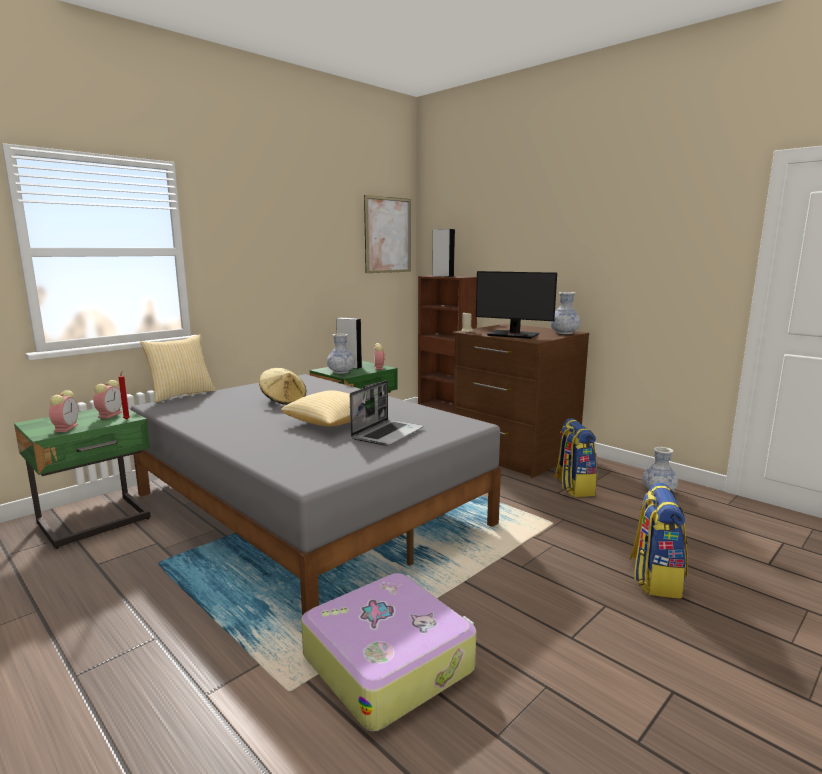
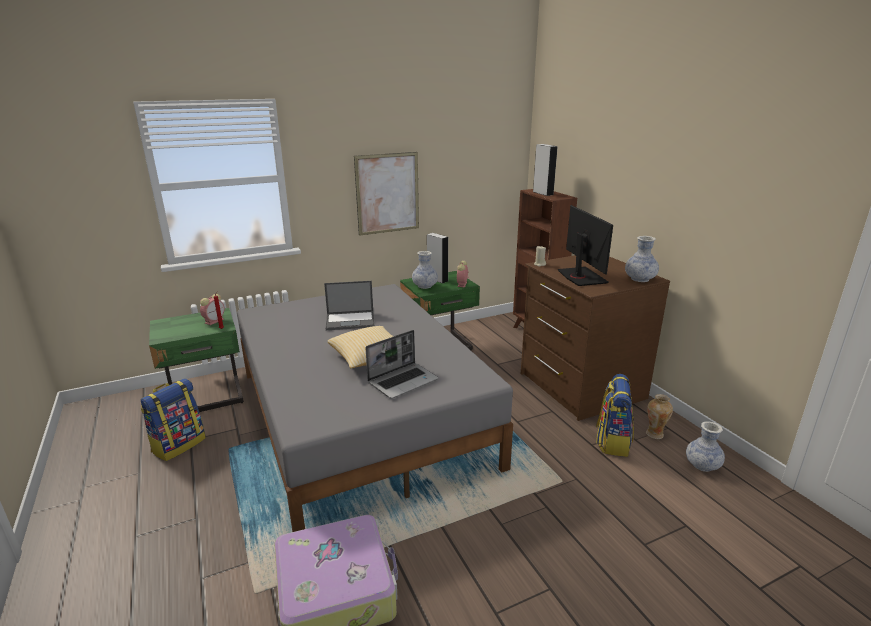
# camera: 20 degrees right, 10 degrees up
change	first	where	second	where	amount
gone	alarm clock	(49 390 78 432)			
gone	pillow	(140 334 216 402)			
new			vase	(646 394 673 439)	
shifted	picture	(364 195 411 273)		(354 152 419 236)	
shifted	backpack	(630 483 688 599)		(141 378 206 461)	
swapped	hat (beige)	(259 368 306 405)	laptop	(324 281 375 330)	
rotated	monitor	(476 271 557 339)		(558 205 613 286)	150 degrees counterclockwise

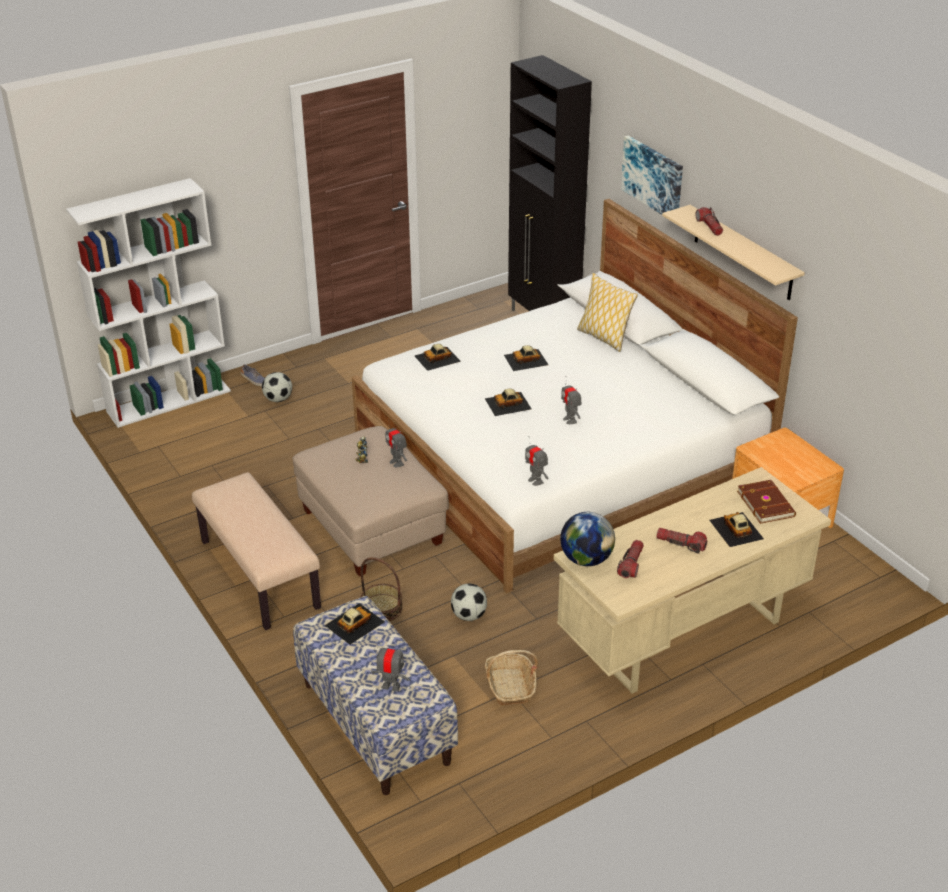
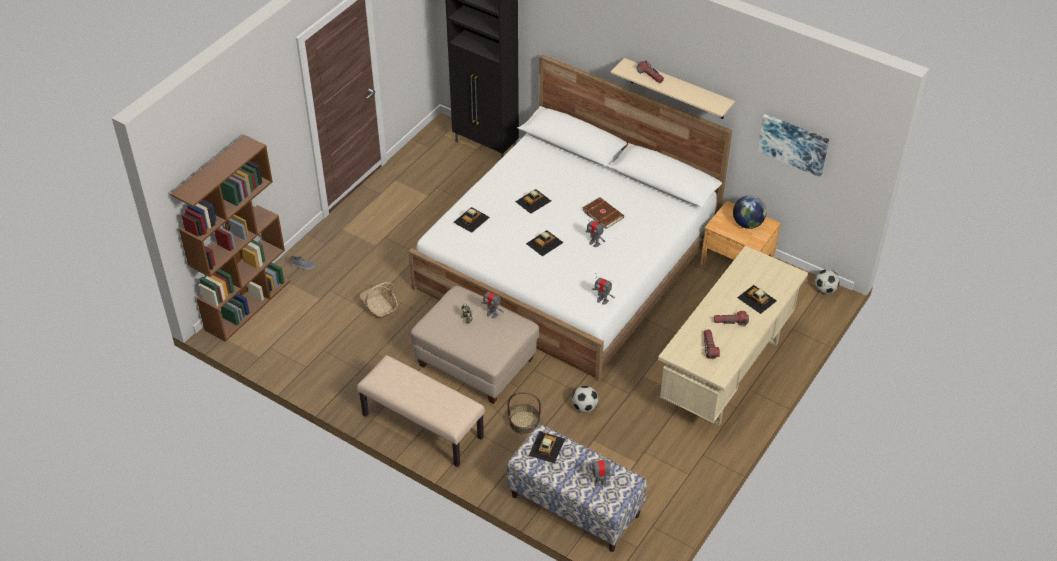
# camera: 25 degrees left, 10 degrees up
change	first	where	second	where	amount
gone	pillow	(577 273 638 352)			
shifted	football	(262 372 292 402)		(815 269 840 294)	
shifted	basket	(485 650 538 705)		(360 282 398 319)	
shifted	globe	(560 512 615 566)		(733 196 766 229)	
shifted	picture	(621 135 683 215)		(757 114 829 177)	
shifted	book (brown)	(737 480 796 524)		(582 197 624 229)	
repainted	bookcase (white)	(66 178 231 428)	bookcase (brown)	(170 135 290 342)	

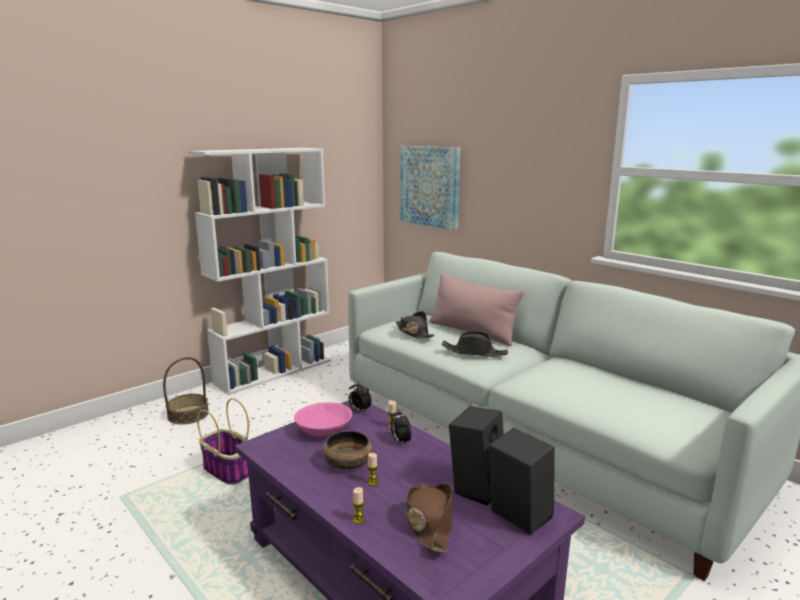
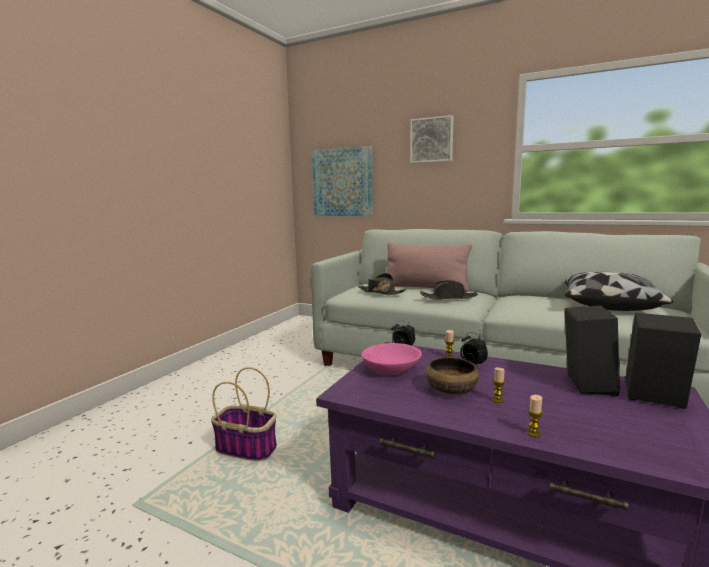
# camera: 20 degrees left, 5 degrees down
change	first	where	second	where	amount
gone	basket	(163 357 209 425)			
gone	bookcase (white)	(188 148 331 395)			
gone	hat (brown)	(406 482 452 552)			
new			picture	(410 115 454 163)	
new			pillow	(565 272 673 311)	

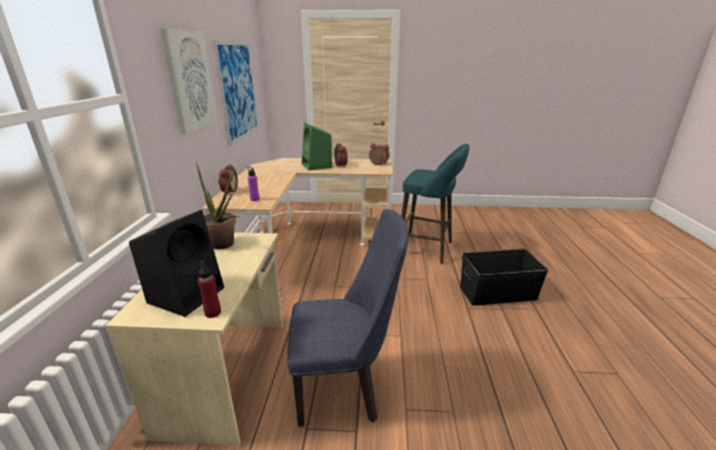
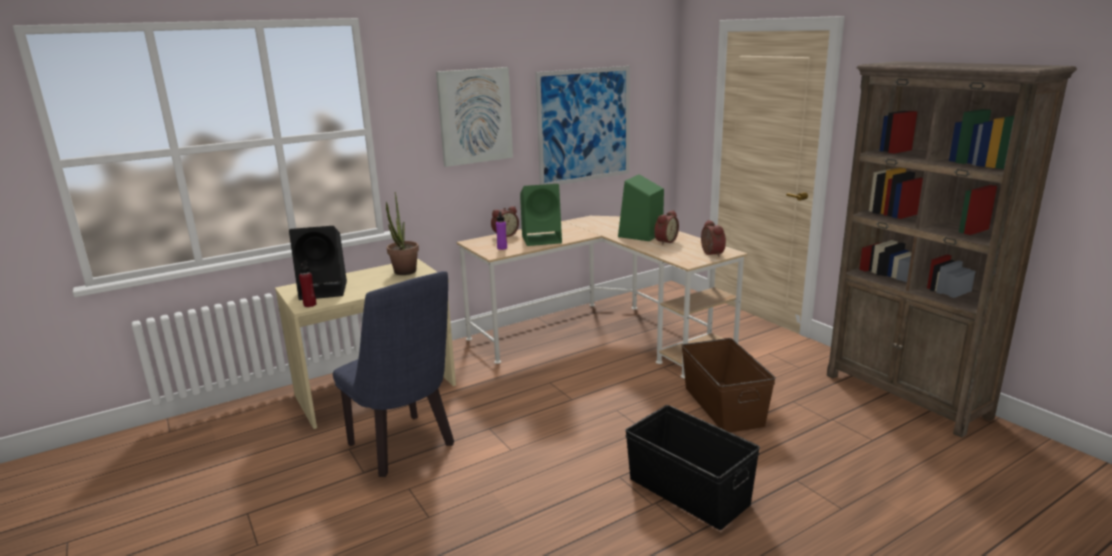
# camera: 55 degrees right, 5 degrees down
change	first	where	second	where	amount
new			speaker (green)	(520 184 562 246)	
new			bookcase (brown)	(827 61 1077 438)	
swapped	stool (turquoise)	(401 144 469 264)	storage box (brown)	(681 338 776 433)	

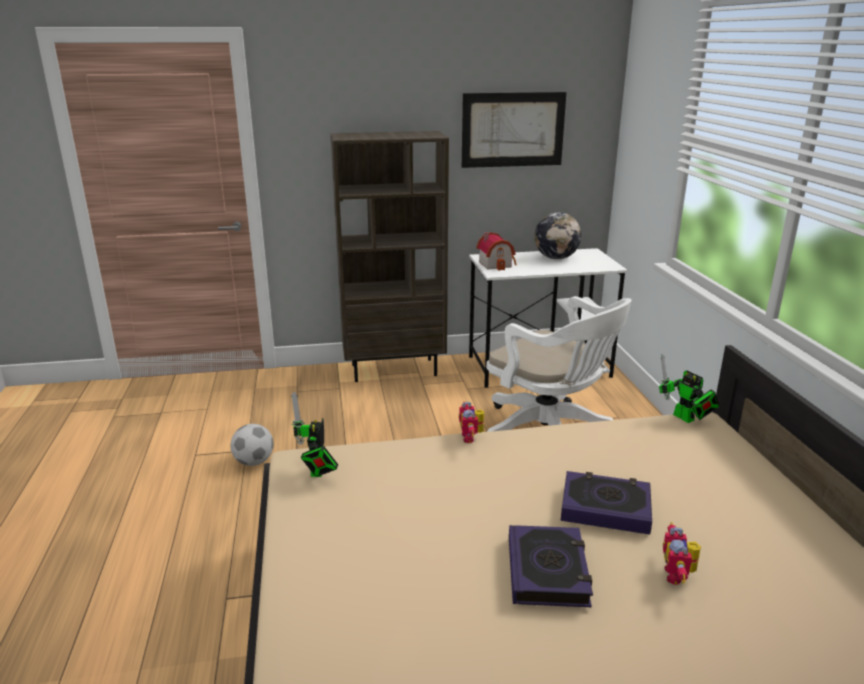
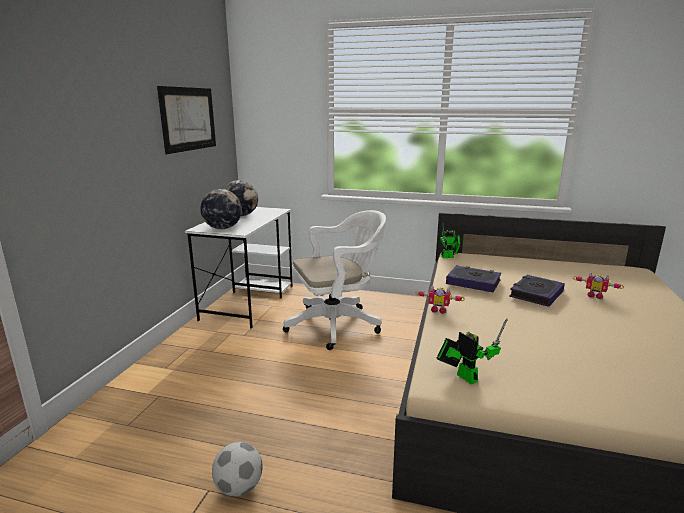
# camera: 65 degrees left, 5 degrees down
change	first	where	second	where	amount
gone	bookcase (brown)	(330 131 449 382)			
shifted	book	(509 525 593 607)		(446 266 501 292)	
swapped	toy house	(476 232 516 271)	globe	(200 189 242 229)	
rotated	toy robot	(291 392 338 477)		(437 319 507 384)	150 degrees counterclockwise

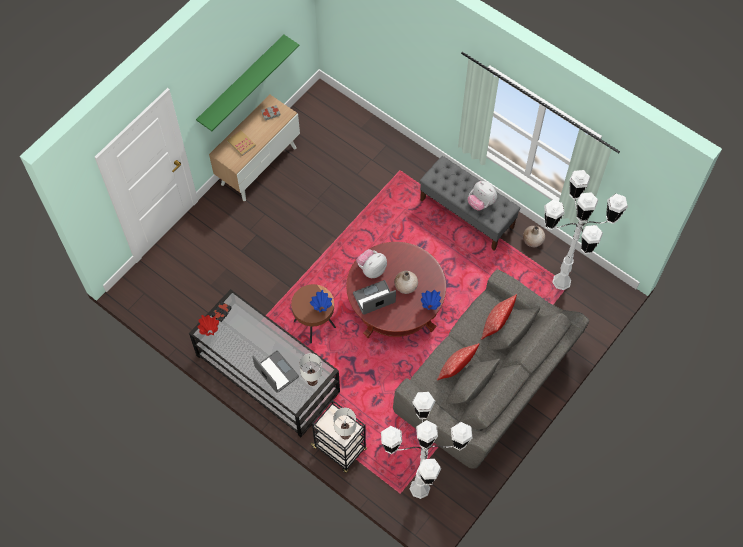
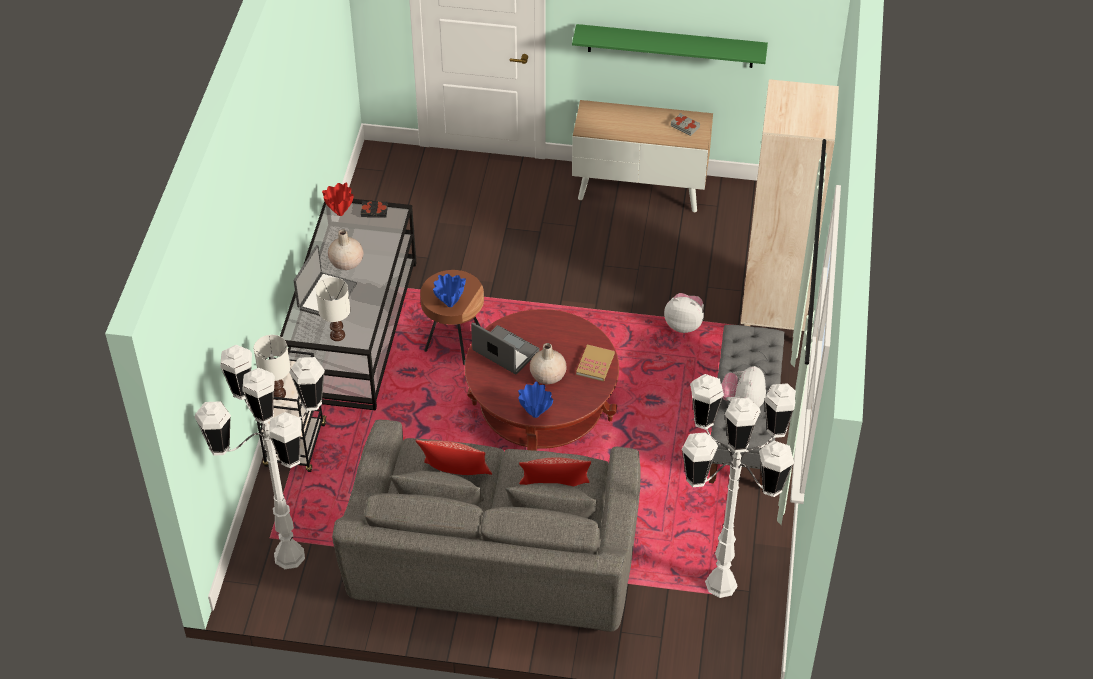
# camera: 60 degrees right, 15 degrees down
change	first	where	second	where	amount
new			bookcase (beige)	(741 79 839 331)	
shifted	book	(227 130 256 156)		(576 345 615 381)	
shifted	plush toy	(356 249 387 278)		(664 293 704 333)	
shifted	vase (beige)	(523 226 545 247)		(328 229 364 270)	

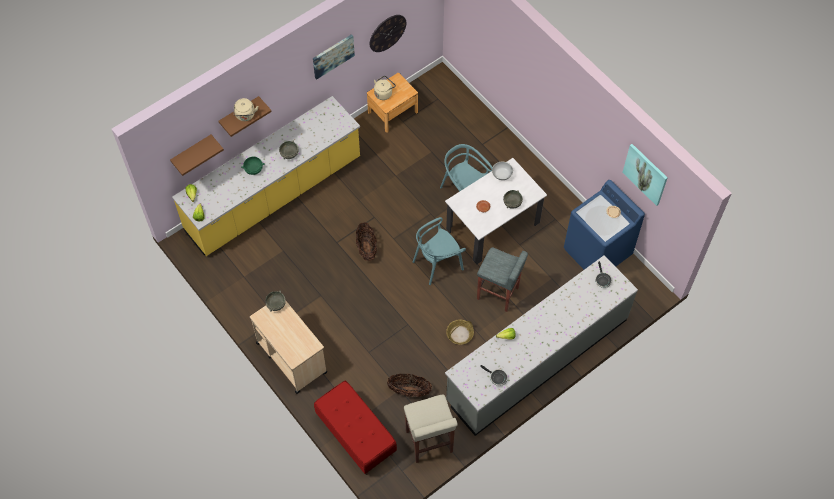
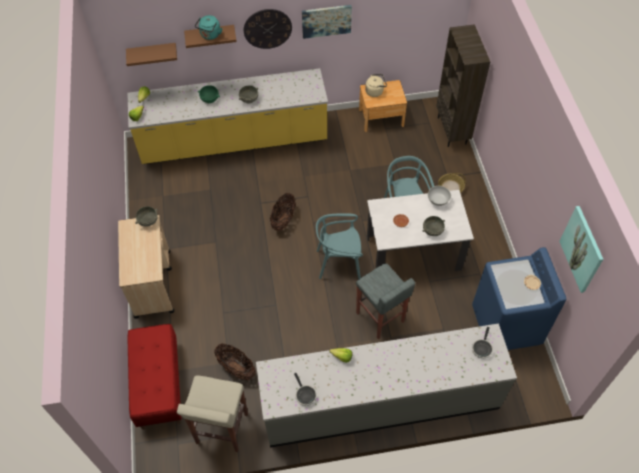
# camera: 30 degrees right, 5 degrees down
change	first	where	second	where	amount
new			bookcase (brown)	(436 24 490 147)	
shifted	wall clock	(370 15 406 52)		(244 9 292 49)	
shifted	basket	(446 319 474 345)		(438 173 466 193)	
repainted	kettle (beige)	(234 98 258 121)	kettle (turquoise)	(195 15 222 40)	

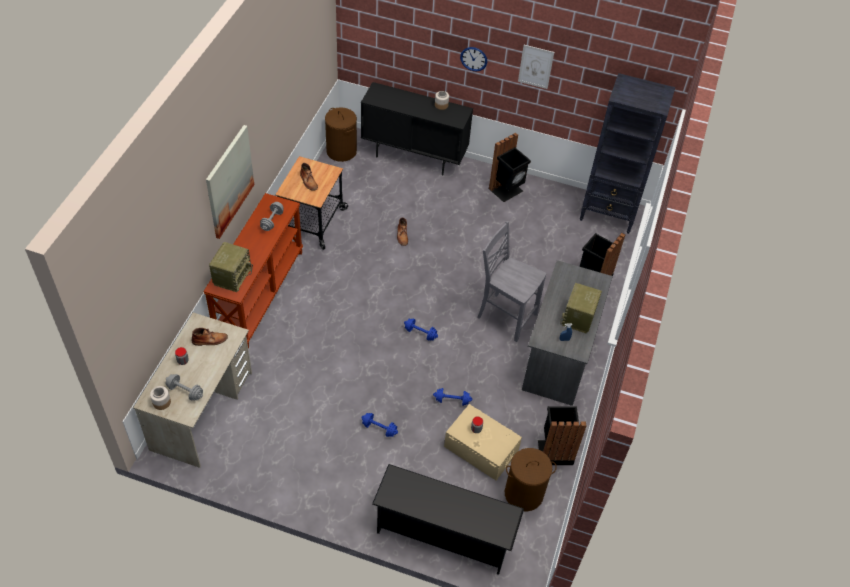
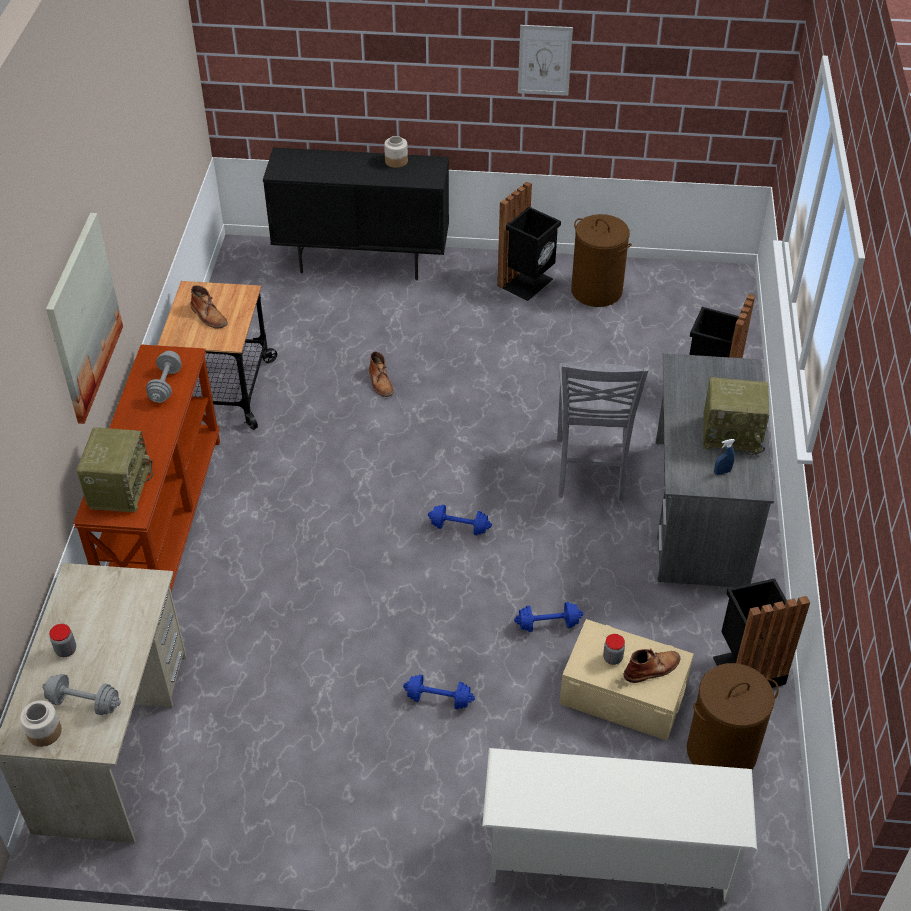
# camera: 10 degrees left, 5 degrees down
change	first	where	second	where	amount
gone	wall clock	(460 47 487 72)			
gone	bookcase (black)	(580 73 675 234)			
shifted	boot (brown)	(192 328 228 346)		(624 648 680 683)	
shifted	laundry basket (brown)	(325 107 357 162)		(571 214 632 307)	
repainted	shoe rack (black)	(372 464 524 575)	shoe rack (white)	(482 748 757 903)	
rotated	chair (grey)	(477 221 546 342)		(557 362 648 501)	105 degrees counterclockwise
rotated	radio	(560 283 602 334)		(703 377 769 455)	90 degrees counterclockwise

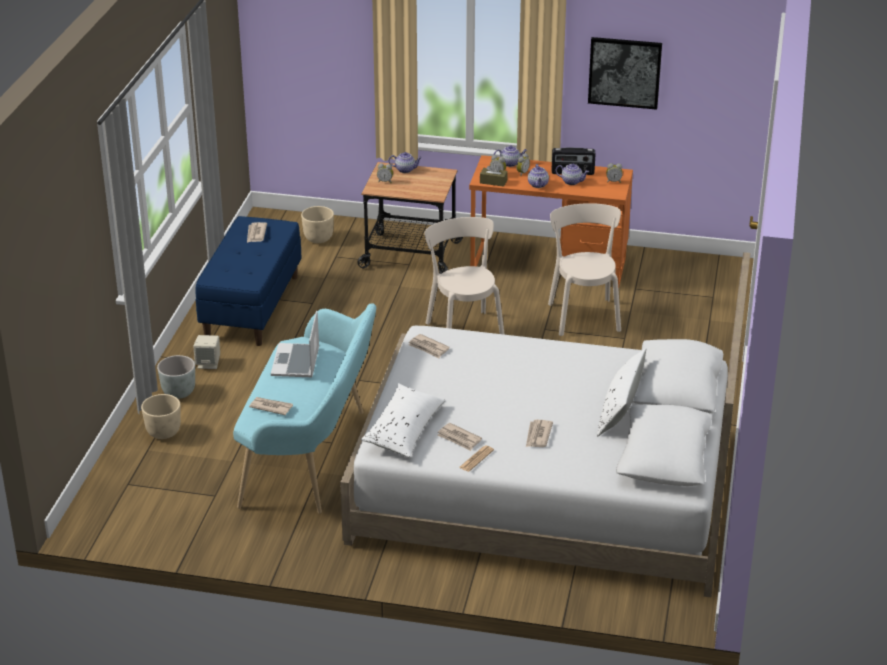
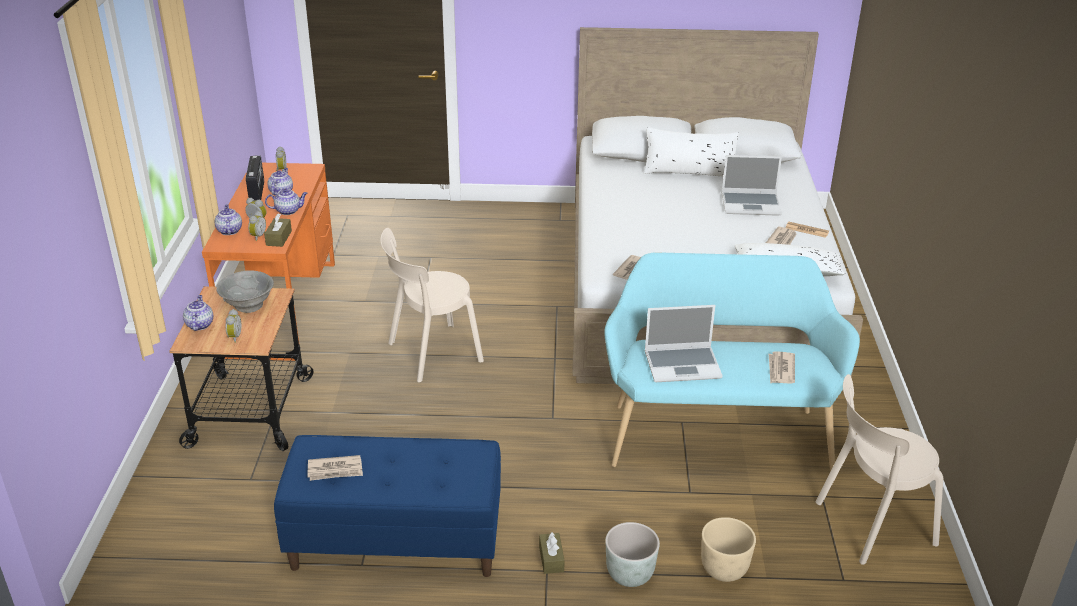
# camera: 100 degrees left, 0 degrees up
change	first	where	second	where	amount
gone	planter (beige)	(301 206 334 243)			
gone	picture	(588 37 662 110)			
new			bowl (grey)	(216 270 274 313)	
shifted	chair (beige)	(548 203 621 336)		(816 374 943 565)	
swapped	speaker (beige)	(193 335 220 369)	tissue box (brown)	(539 532 565 574)	
swapped	newspaper	(526 419 553 447)	laptop	(722 155 782 216)	

